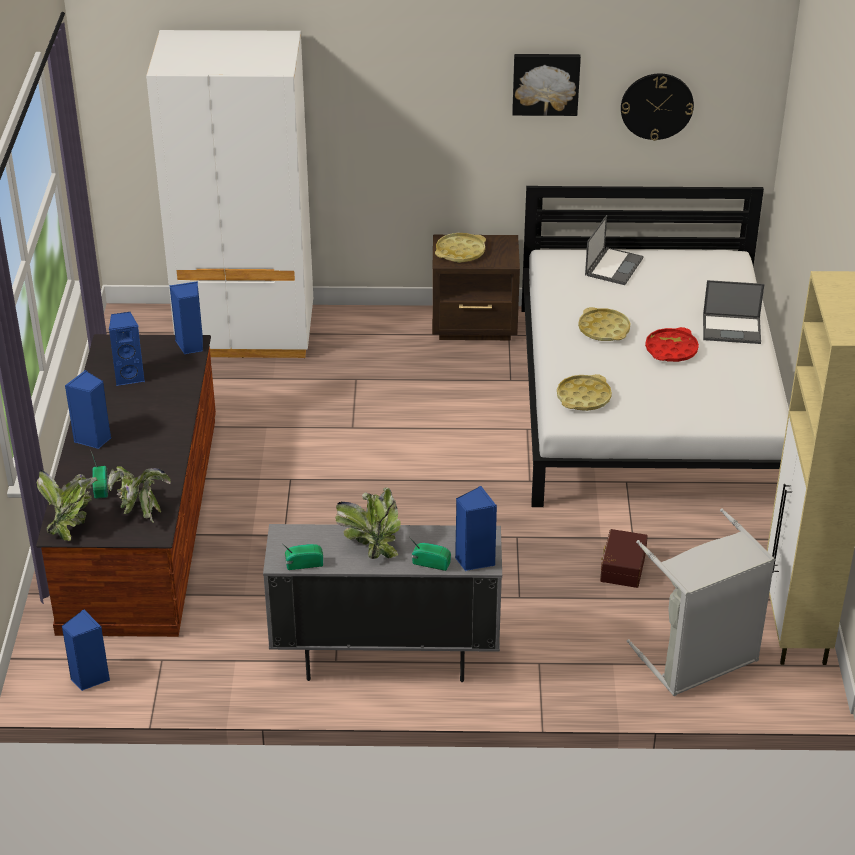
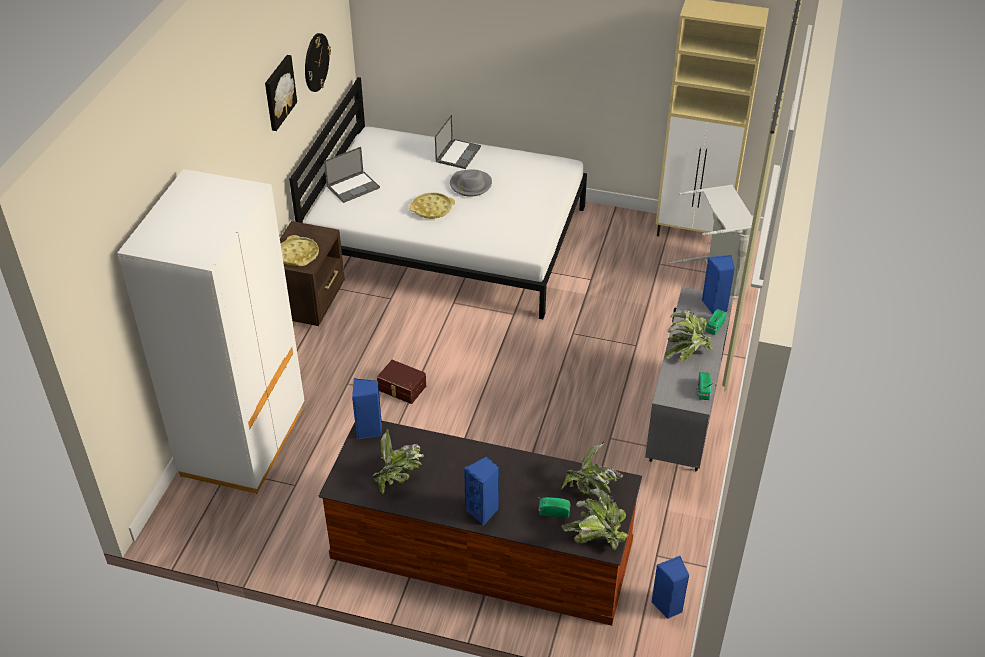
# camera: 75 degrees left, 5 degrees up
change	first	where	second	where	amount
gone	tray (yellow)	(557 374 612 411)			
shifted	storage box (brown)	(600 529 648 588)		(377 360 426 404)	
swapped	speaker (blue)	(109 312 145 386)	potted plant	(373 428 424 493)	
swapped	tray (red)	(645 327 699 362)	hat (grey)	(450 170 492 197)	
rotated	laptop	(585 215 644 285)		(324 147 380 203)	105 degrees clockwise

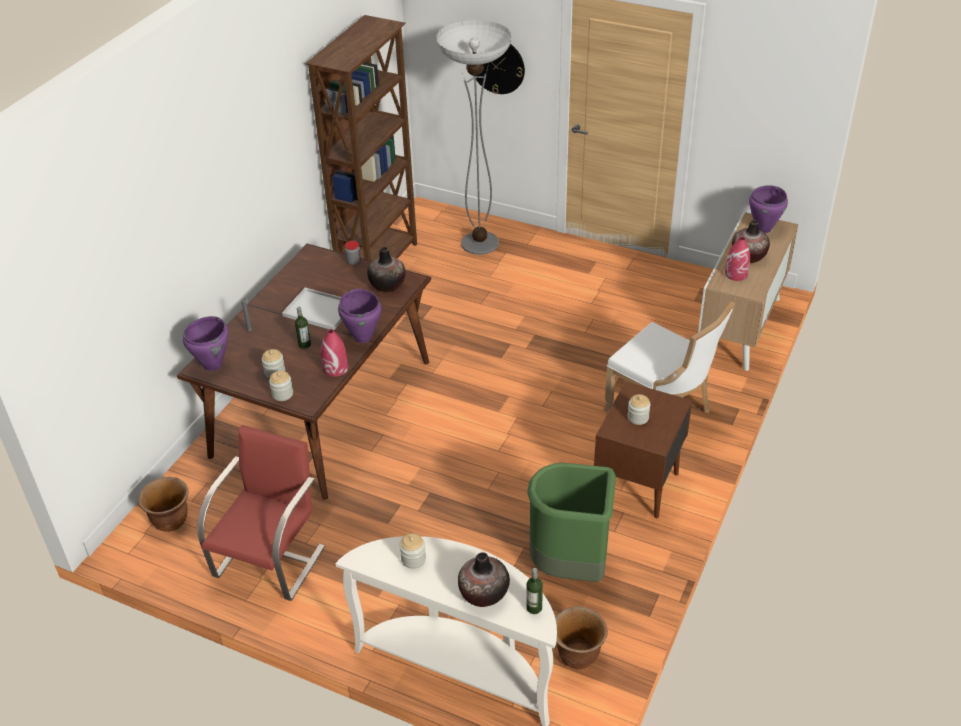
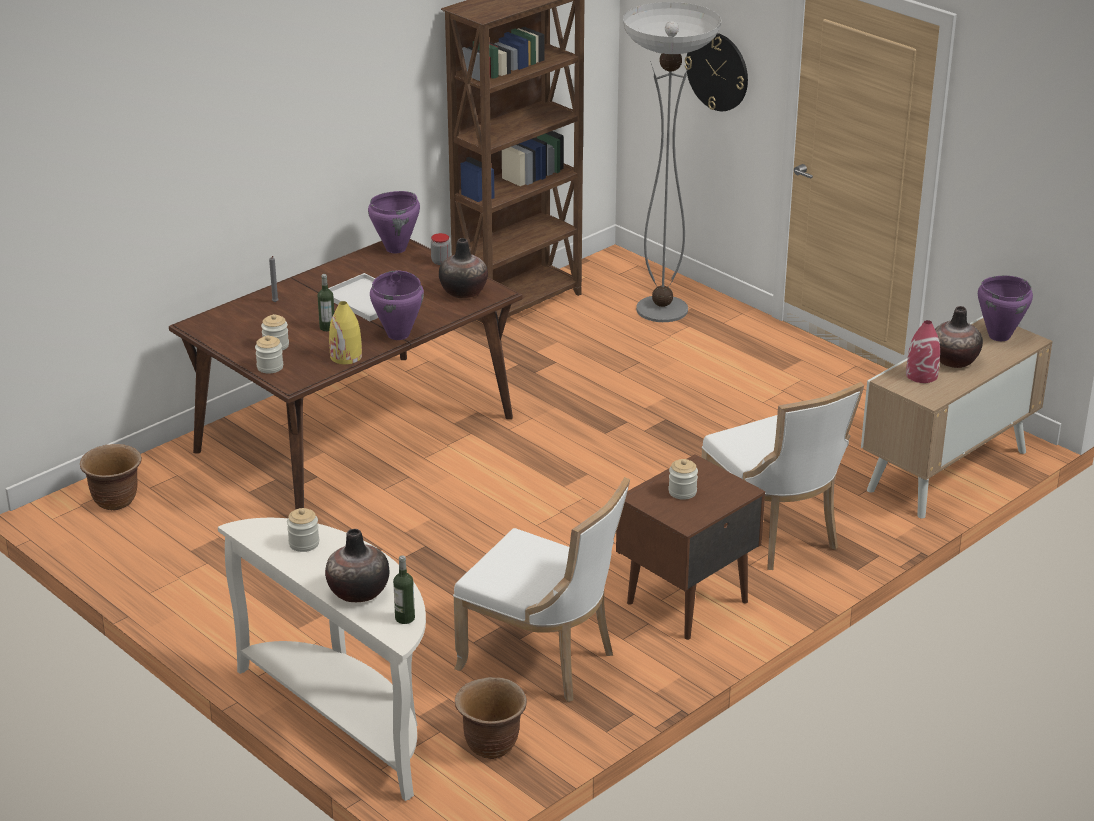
# camera: 20 degrees right, 10 degrees down
change	first	where	second	where	amount
gone	chair (red)	(197 425 325 601)			
shifted	cooking pot (purple)	(183 316 229 371)		(368 191 420 253)	
swapped	trash can (green)	(527 463 616 582)	chair (white)	(453 477 630 702)	
repainted	vase (red)	(321 329 348 377)	vase (yellow)	(329 301 362 364)	

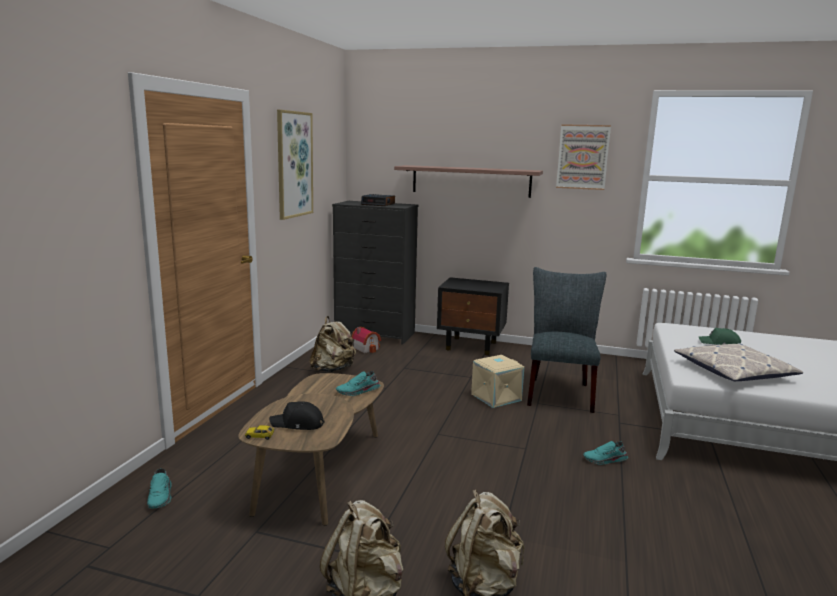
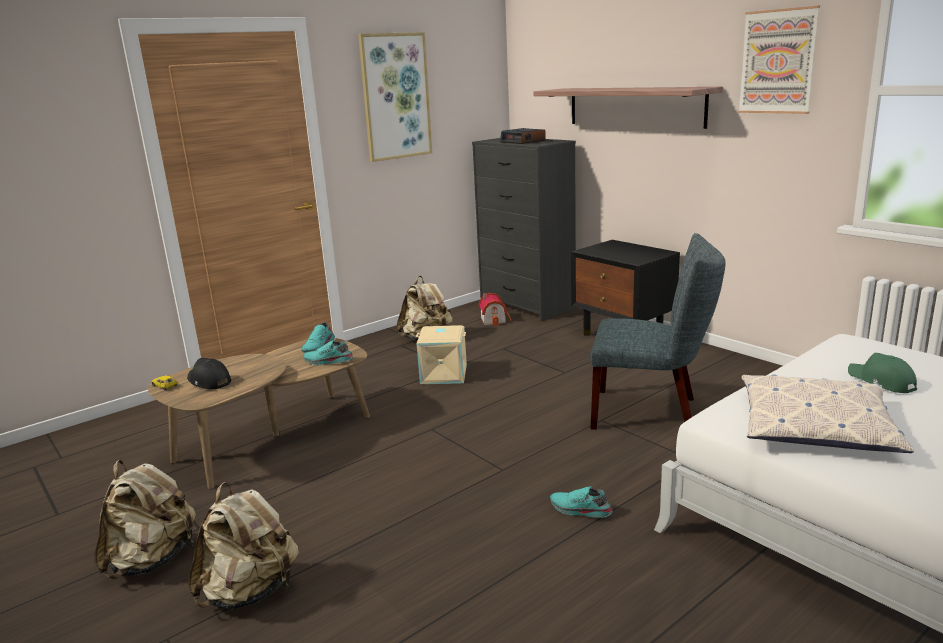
# camera: 35 degrees right, 5 degrees up
change	first	where	second	where	amount
shifted	shoe (turquoise)	(147 468 172 509)		(301 322 335 353)	
shifted	storage box (beige)	(471 355 524 408)		(416 325 467 384)	
rotated	chair (grey)	(527 267 606 413)		(590 233 725 430)	60 degrees clockwise

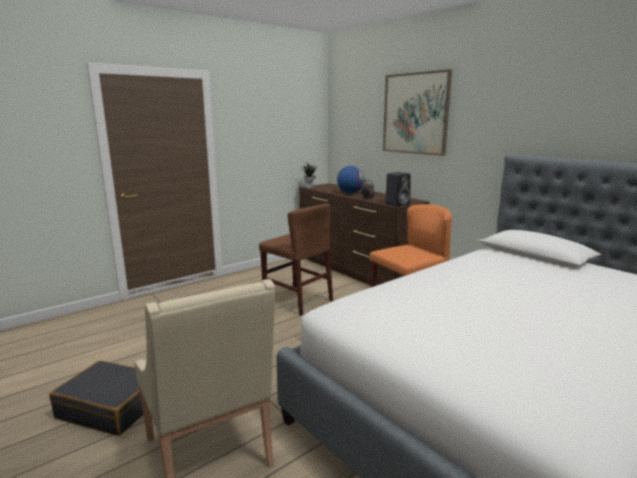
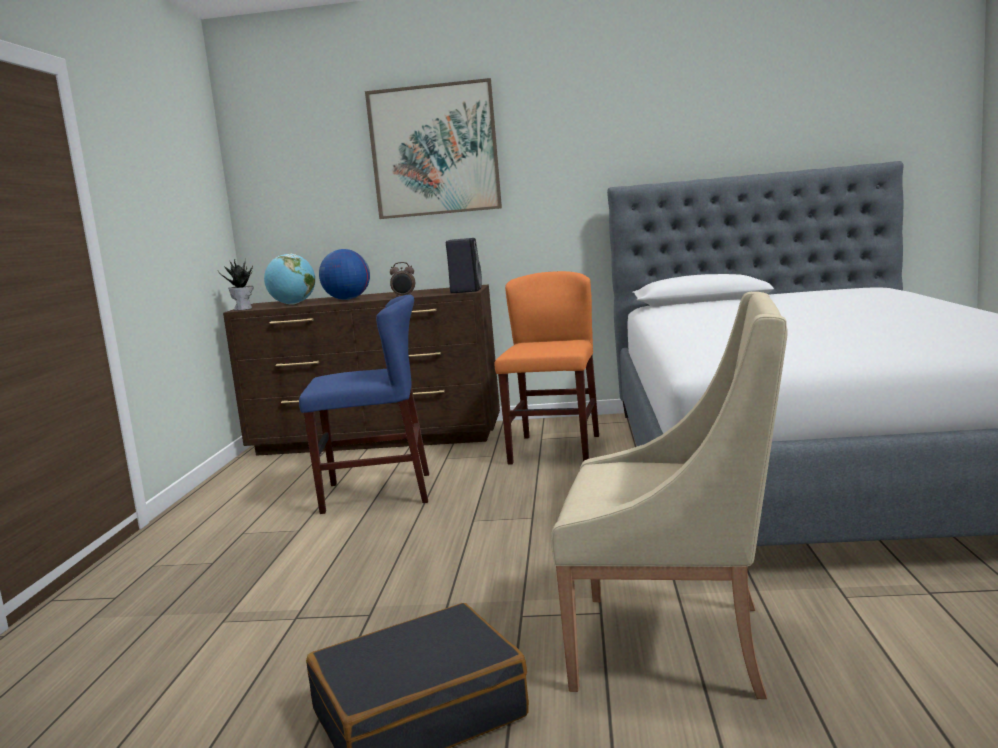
# camera: 45 degrees left, 5 degrees down
change	first	where	second	where	amount
new			globe	(264 254 315 305)	
repainted	chair (brown)	(259 203 333 316)	chair (blue)	(299 295 429 514)	

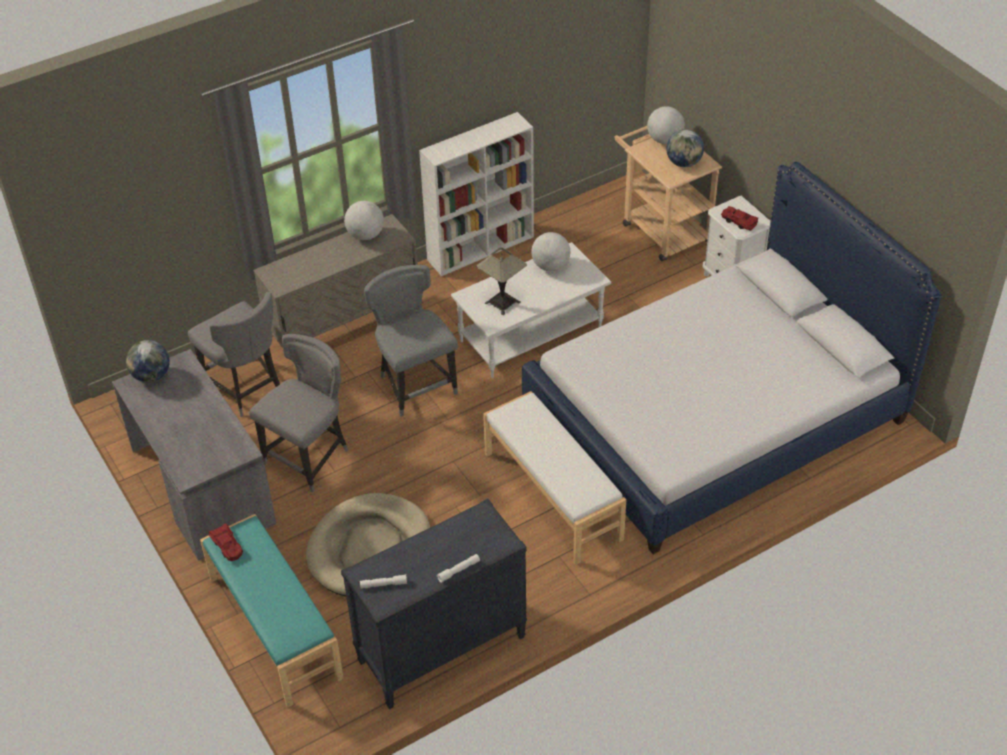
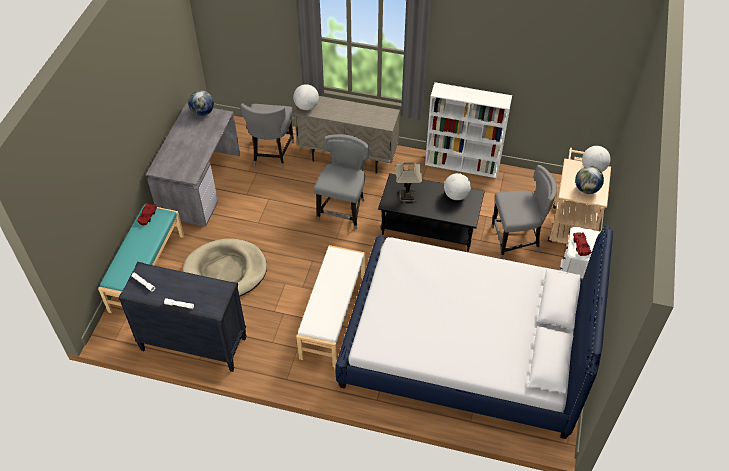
# camera: 45 degrees right, 5 degrees up
change	first	where	second	where	amount
shifted	chair (grey)	(249 334 349 493)		(491 165 557 259)	
shifted	globe	(344 201 384 240)		(293 84 319 110)	
repainted	coffee table (white)	(451 242 611 378)	coffee table (black)	(378 173 485 252)	

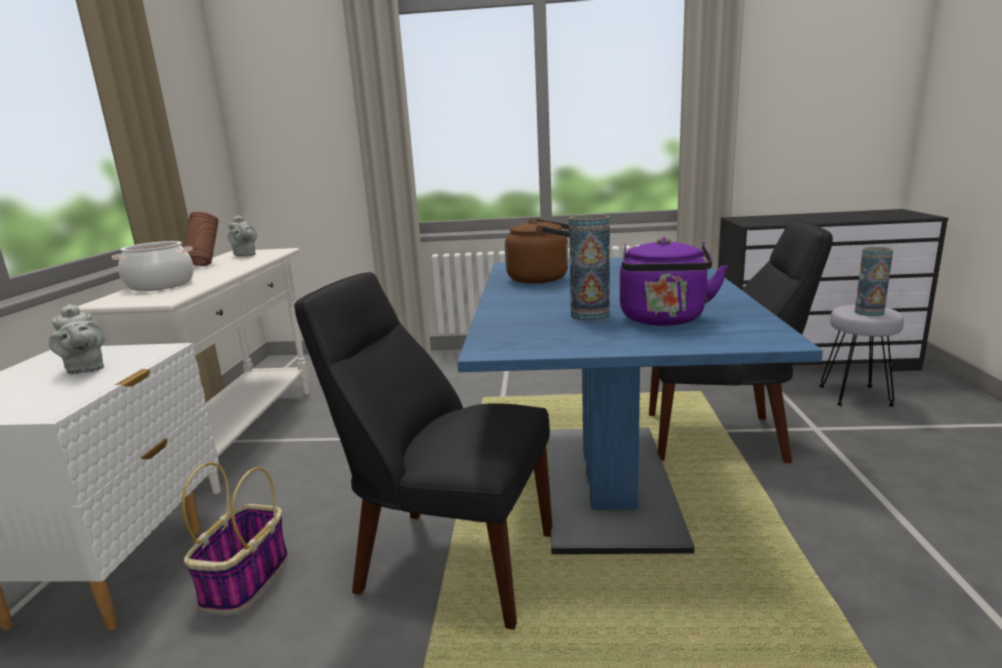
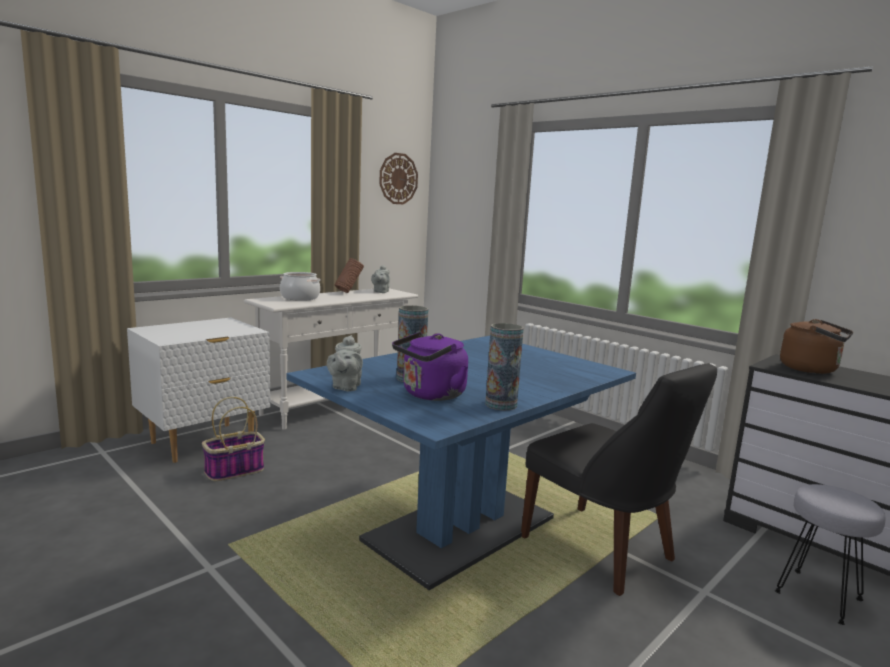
# camera: 40 degrees right, 5 degrees down
change	first	where	second	where	amount
gone	chair (black)	(294 272 553 630)			
new			wall clock	(379 153 418 204)	
shifted	teapot (grey)	(49 304 105 374)		(327 335 363 391)	
shifted	kettle (brown)	(505 218 569 284)		(780 319 853 374)	
shifted	vase	(855 247 893 316)		(485 323 524 410)	

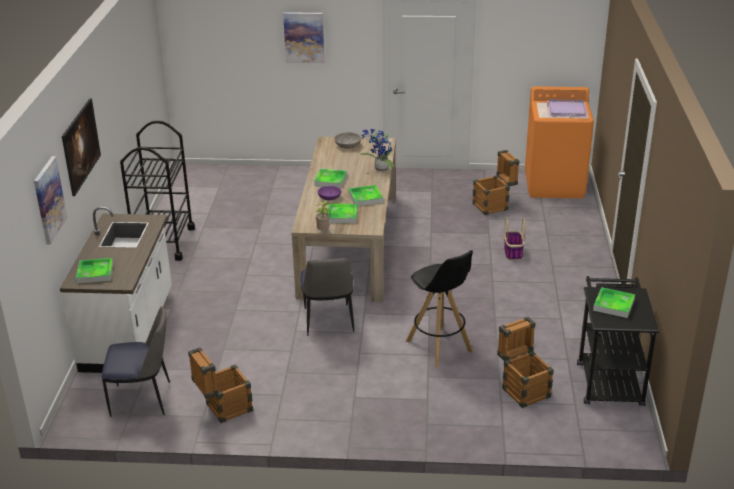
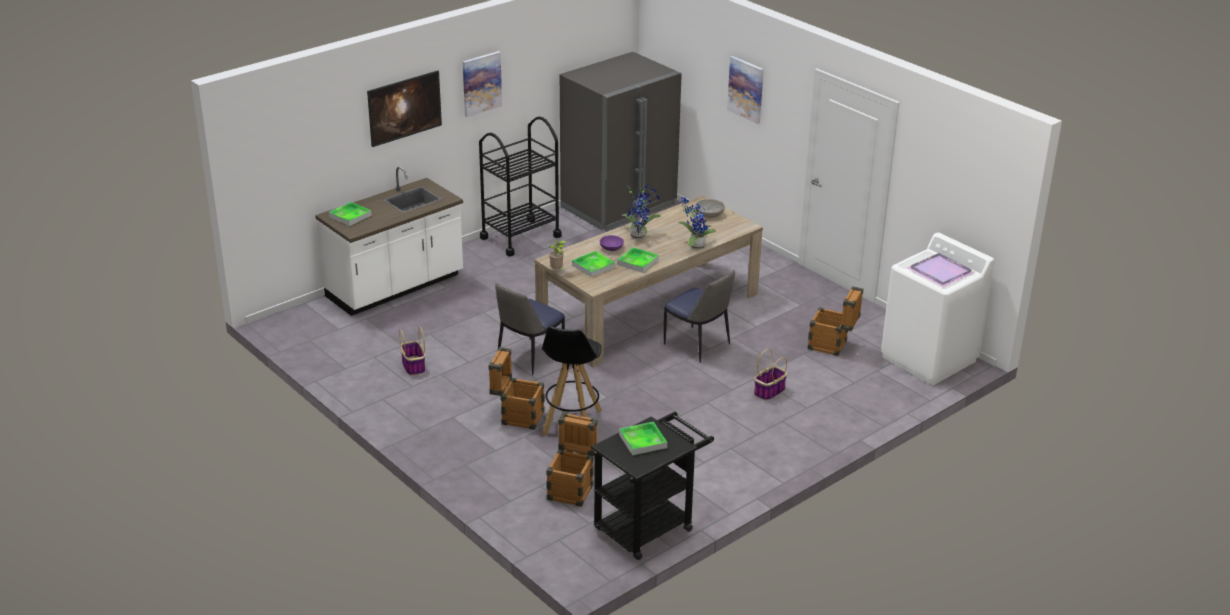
# camera: 45 degrees right, 0 degrees up
change	first	where	second	where	amount
new			basket	(399 327 425 376)	
new			fridge (grey)	(560 52 682 231)	
shifted	picture	(34 156 67 244)		(463 51 502 117)	
shifted	chair	(101 306 170 417)		(664 270 735 363)	
shifted	crate	(188 347 253 423)		(489 347 545 430)	
swapped	tray	(314 169 347 188)	potted plant	(621 184 661 239)	
repainted	washing machine (orange)	(525 86 594 199)	washing machine (white)	(881 233 994 385)	

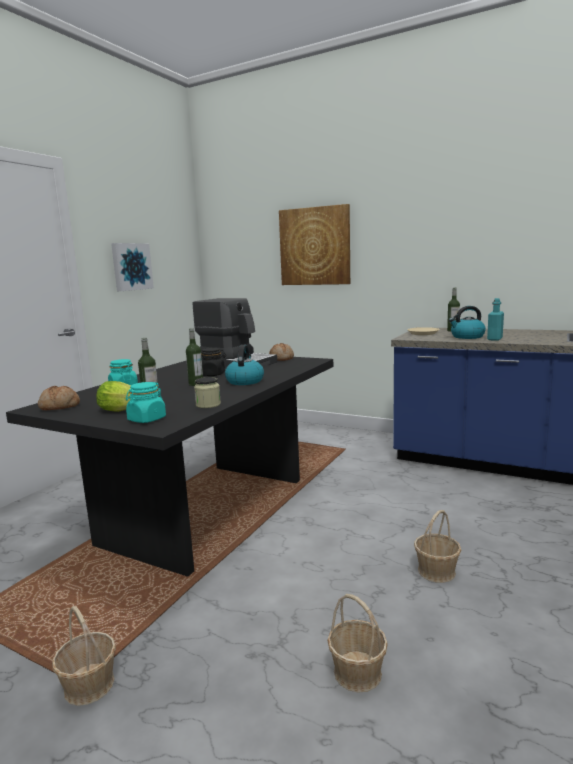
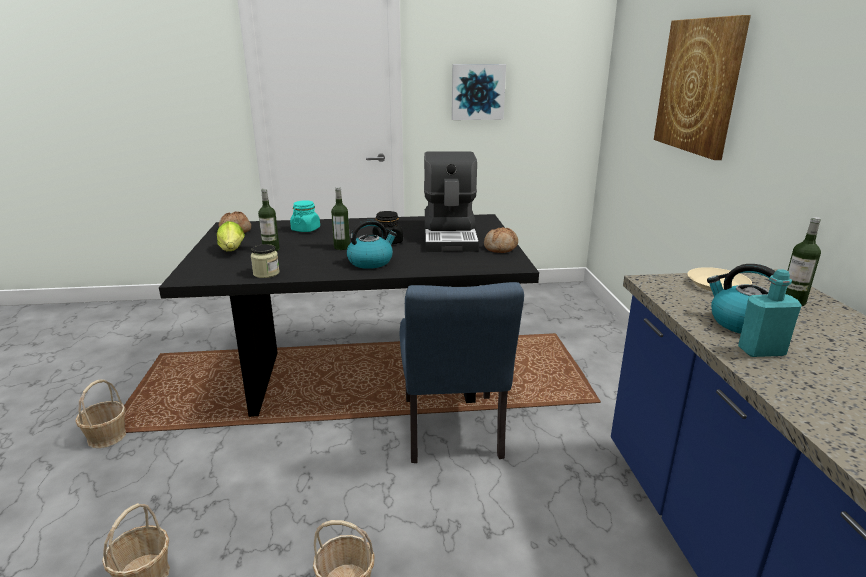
# camera: 55 degrees right, 10 degrees up
change	first	where	second	where	amount
gone	jar (turquoise)	(126 382 166 423)			
new			chair (blue)	(400 282 524 463)	

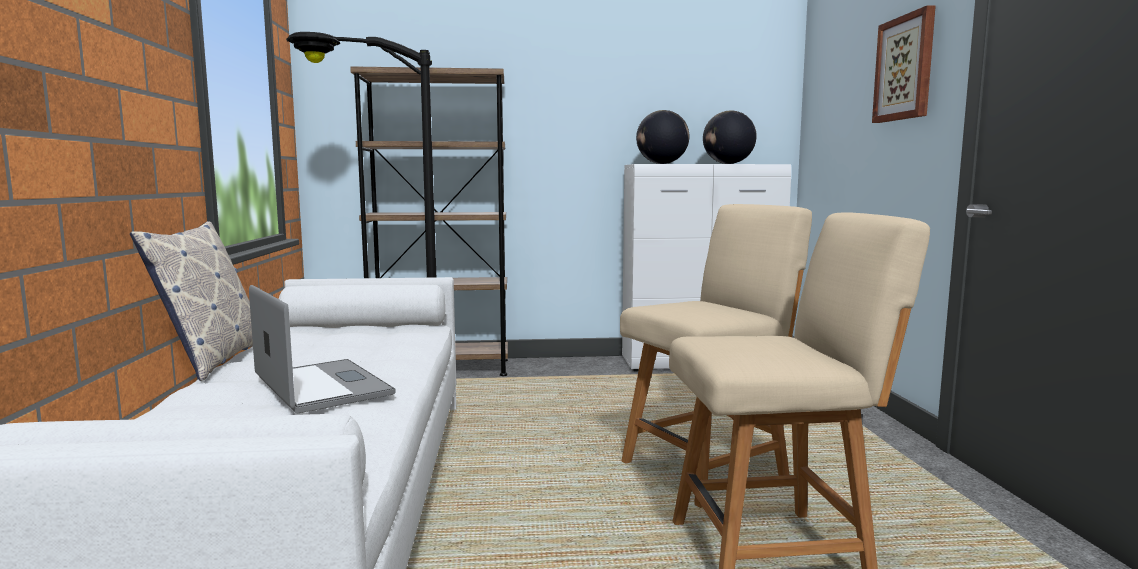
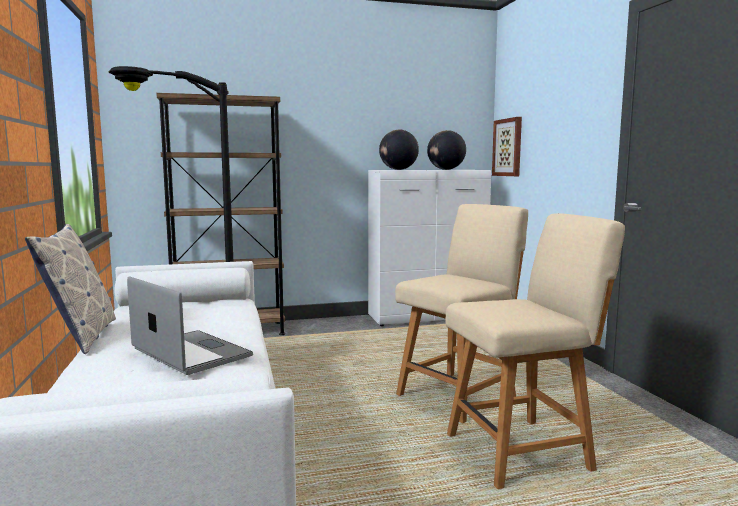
# camera: 10 degrees left, 0 degrees up
change	first	where	second	where	amount
shifted	picture	(872 5 936 123)		(492 117 522 176)	

